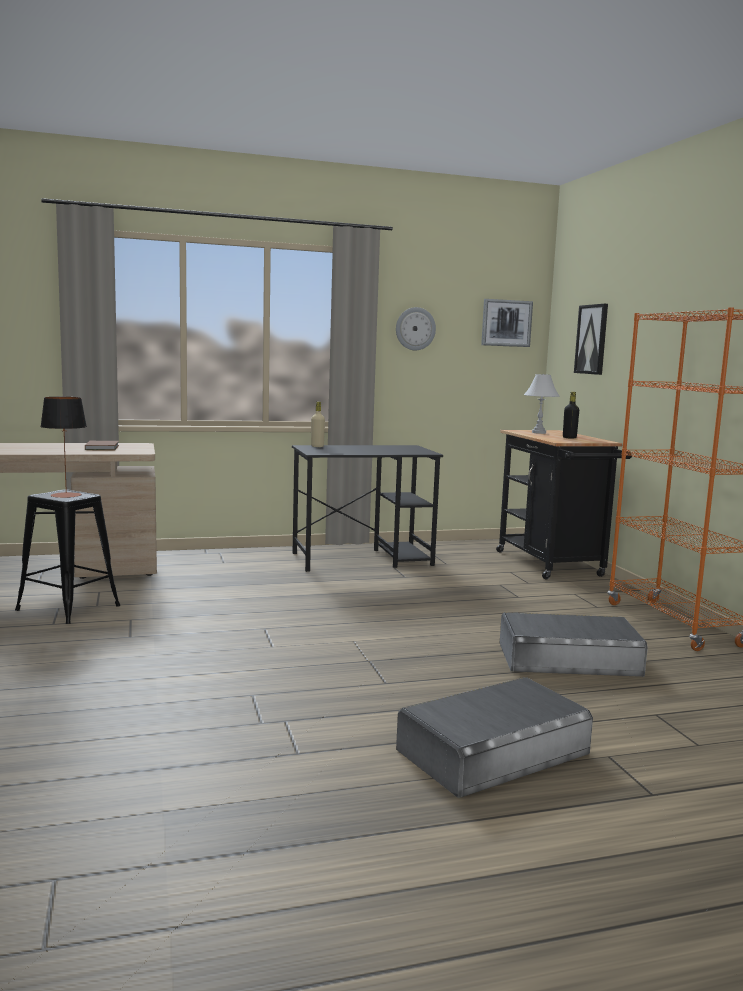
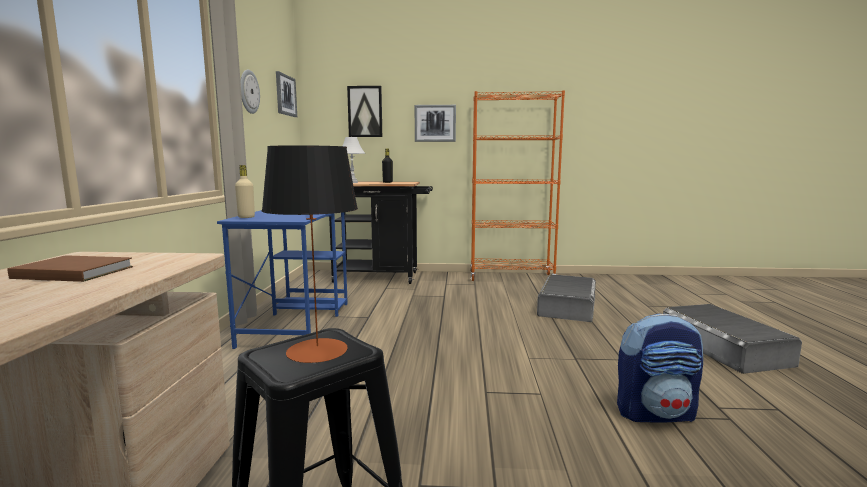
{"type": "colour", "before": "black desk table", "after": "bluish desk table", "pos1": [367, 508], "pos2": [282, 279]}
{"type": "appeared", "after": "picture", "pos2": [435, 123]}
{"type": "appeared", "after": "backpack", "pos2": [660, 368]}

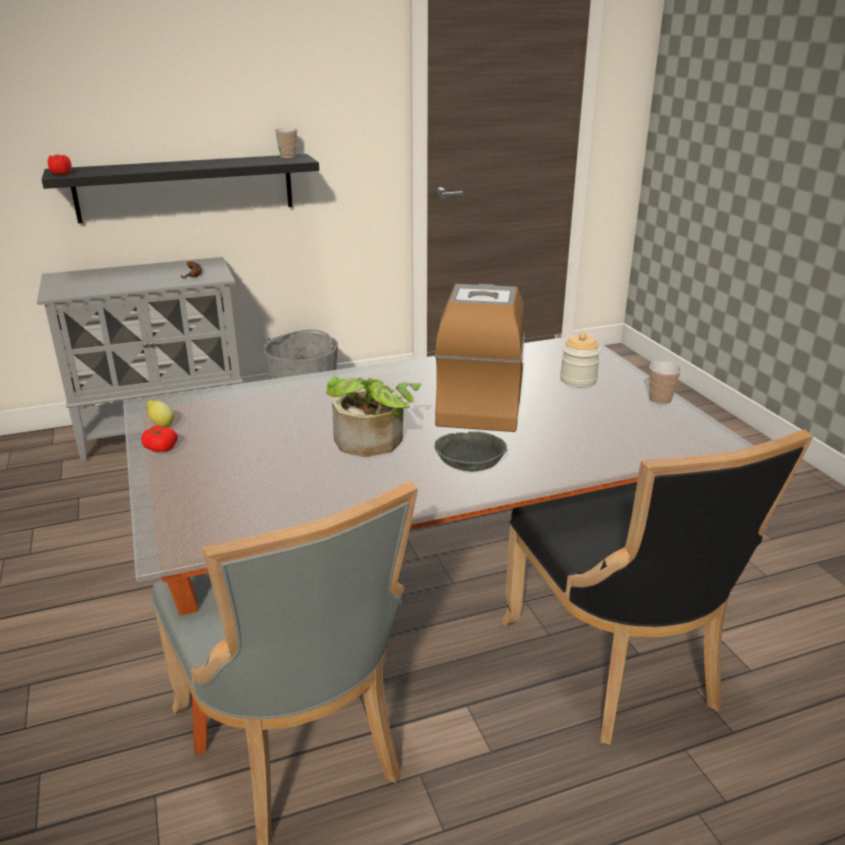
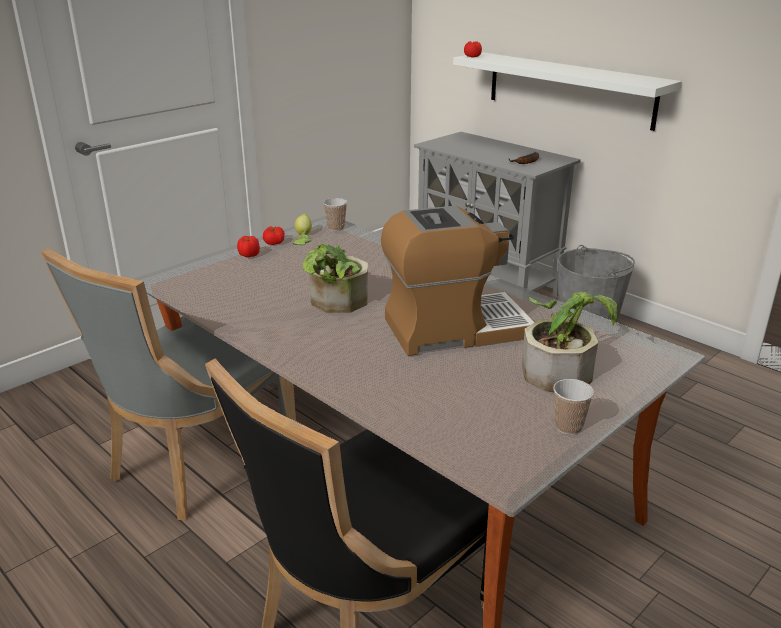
{"type": "appeared", "after": "fresh tomato", "pos2": [248, 246]}
{"type": "relocated", "before": "small cup", "pos1": [286, 143], "pos2": [335, 214]}
{"type": "colour", "before": "black shelf", "after": "whitish shelf", "pos1": [180, 188], "pos2": [567, 91]}
{"type": "exchanged", "before": "storage jar", "after": "potted plant", "pos1": [580, 360], "pos2": [570, 342]}
{"type": "missing", "before": "grey bowl", "pos1": [470, 451]}

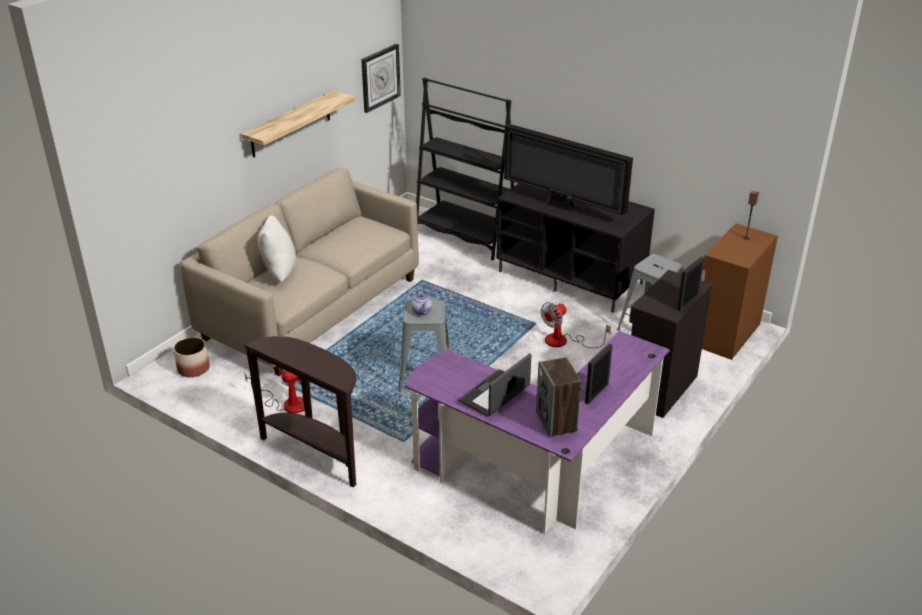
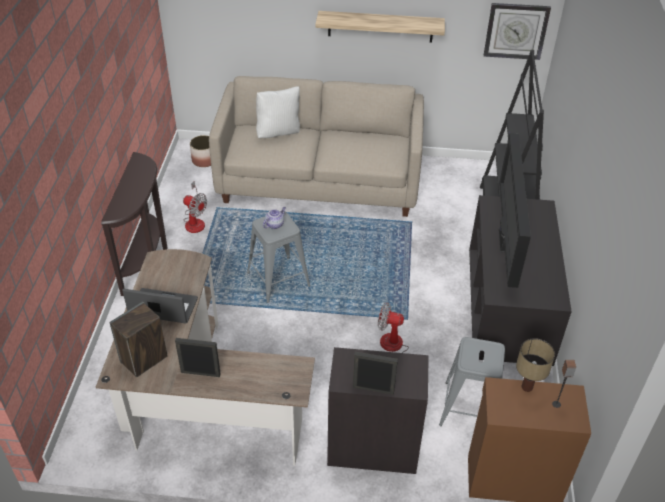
{"type": "colour", "before": "purplish desk table", "after": "brown desk table", "pos1": [537, 432], "pos2": [205, 357]}
{"type": "appeared", "after": "tabletop lamp", "pos2": [535, 365]}

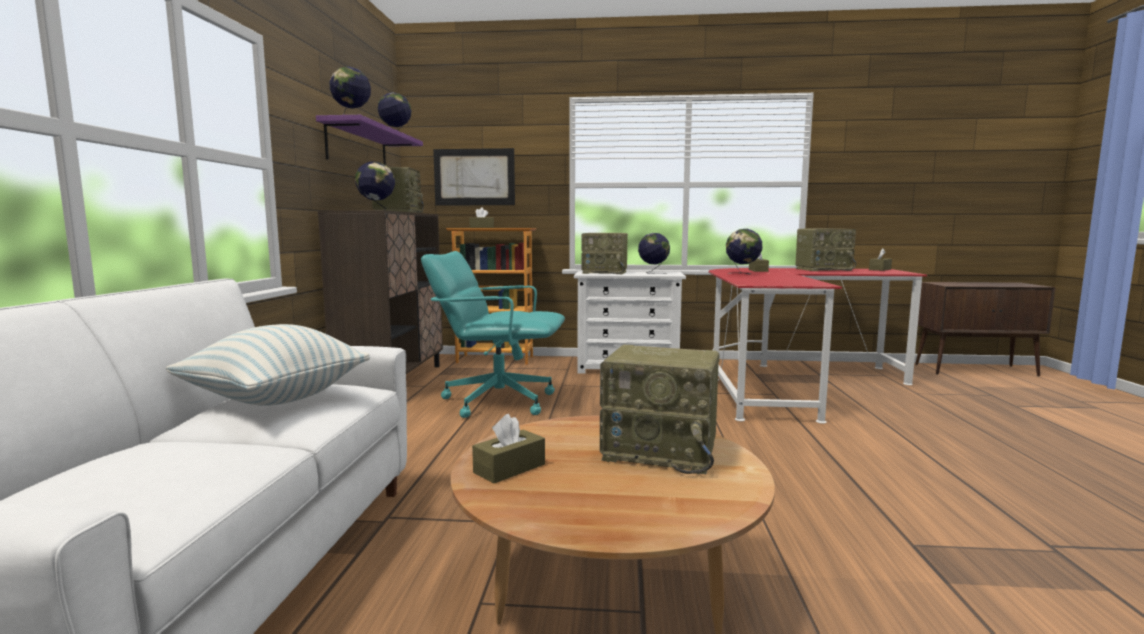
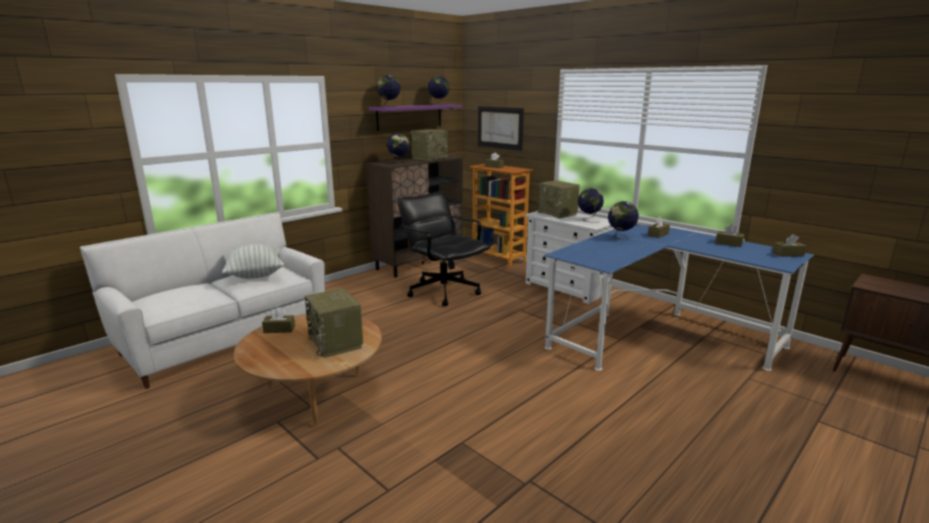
{"type": "colour", "before": "turquoise-coloured desk chair", "after": "black desk chair", "pos1": [493, 334], "pos2": [444, 248]}
{"type": "colour", "before": "red-coloured desk table", "after": "bluish desk table", "pos1": [818, 346], "pos2": [679, 298]}
{"type": "exchanged", "before": "radio receiver", "after": "brown tissue holder", "pos1": [825, 250], "pos2": [729, 235]}

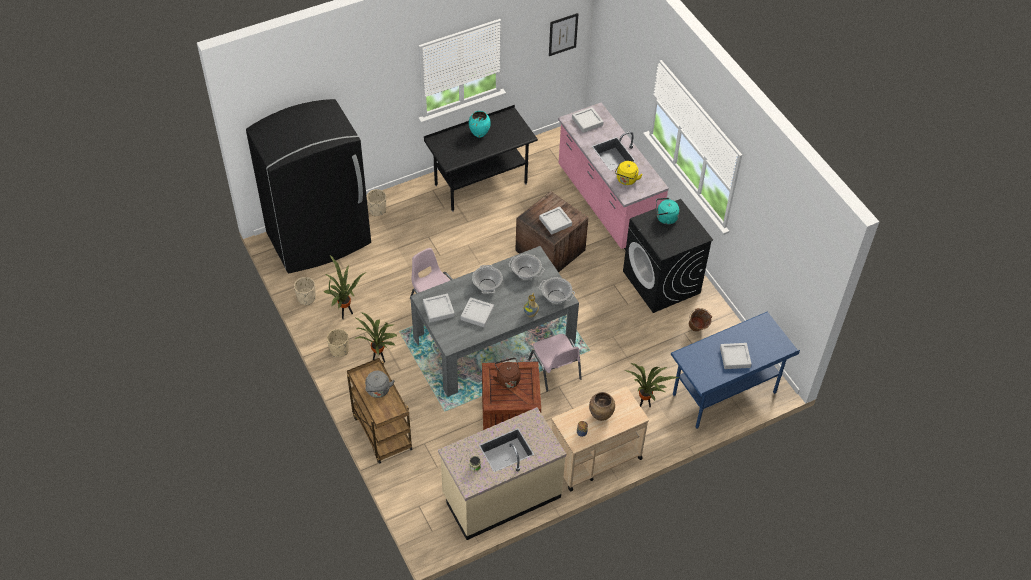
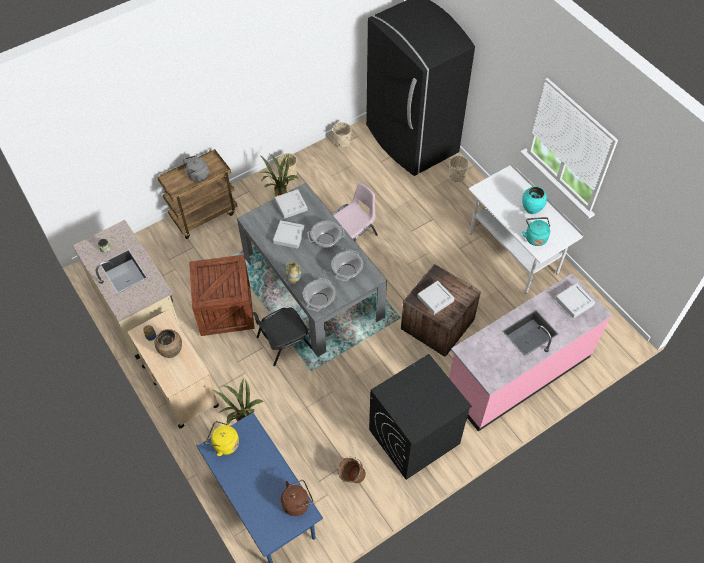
{"type": "relocated", "before": "yellowish kettle", "pos1": [629, 173], "pos2": [222, 438]}
{"type": "colour", "before": "pinkish plain chair", "after": "black plain chair", "pos1": [555, 362], "pos2": [282, 336]}
{"type": "relocated", "before": "brown kettle", "pos1": [507, 373], "pos2": [297, 498]}
{"type": "colour", "before": "black desk table", "after": "whitish desk table", "pos1": [481, 158], "pos2": [526, 228]}
{"type": "relocated", "before": "turquoise-coloured kettle", "pos1": [667, 211], "pos2": [536, 231]}
{"type": "missing", "before": "potted plant", "pos1": [345, 287]}
{"type": "missing", "before": "picture", "pos1": [564, 34]}
{"type": "missing", "before": "grey serving tray", "pos1": [736, 356]}

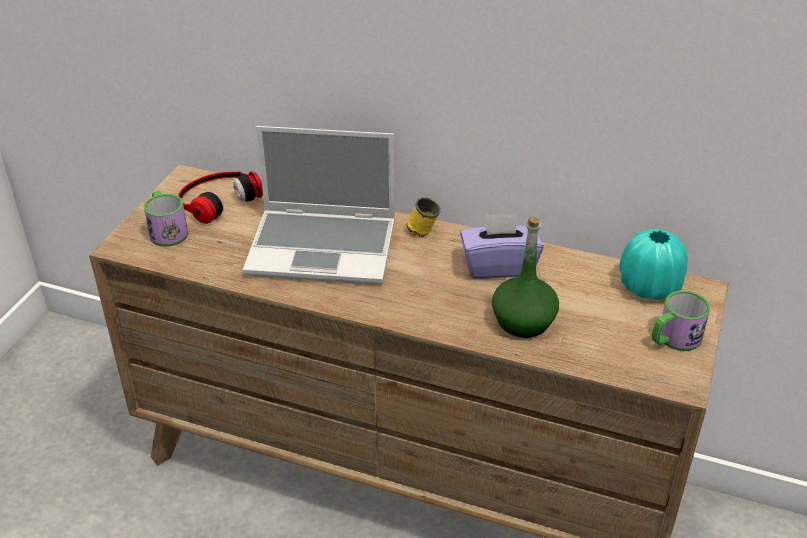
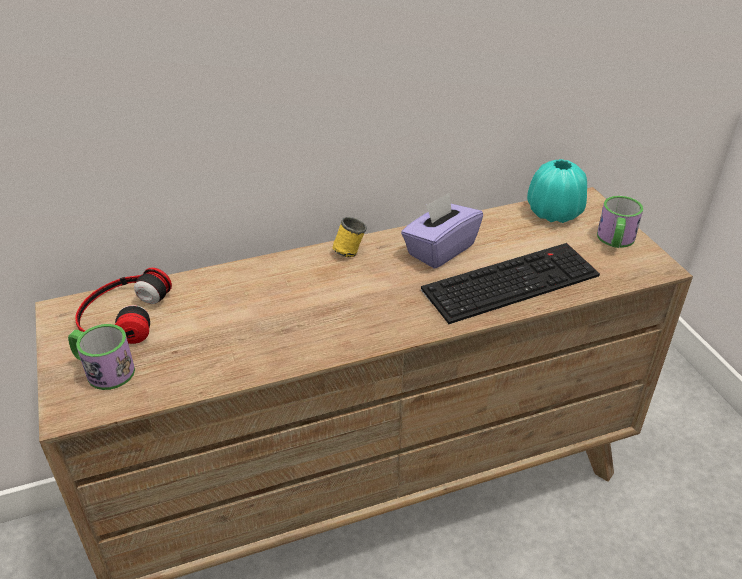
{"type": "exchanged", "before": "greenish beverage bottle", "after": "computer keyboard", "pos1": [525, 277], "pos2": [510, 283]}
{"type": "missing", "before": "laptop", "pos1": [319, 205]}

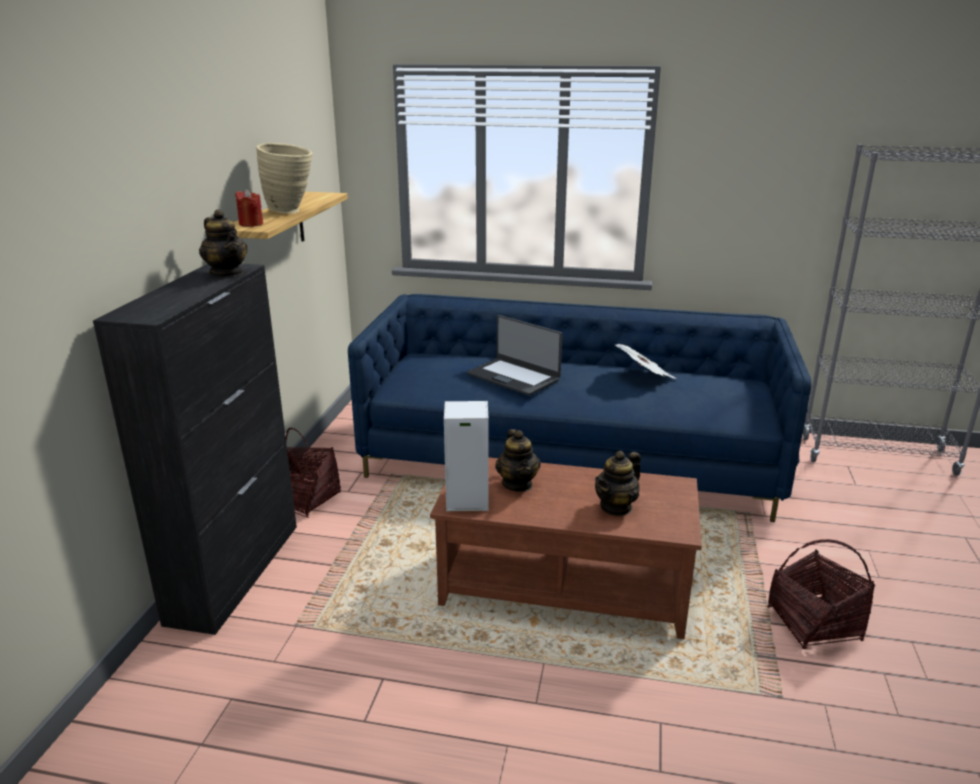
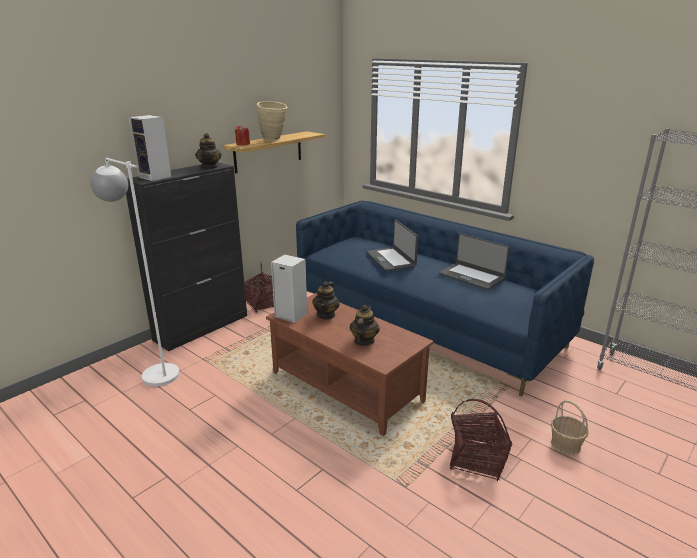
{"type": "appeared", "after": "whitish floor lamp", "pos2": [135, 272]}
{"type": "appeared", "after": "speaker", "pos2": [150, 148]}
{"type": "spun", "before": "pot for tea", "pos1": [618, 483], "pos2": [365, 325], "turn": 120}
{"type": "exchanged", "before": "newspaper", "after": "laptop", "pos1": [646, 361], "pos2": [474, 261]}
{"type": "appeared", "after": "storage basket", "pos2": [570, 427]}

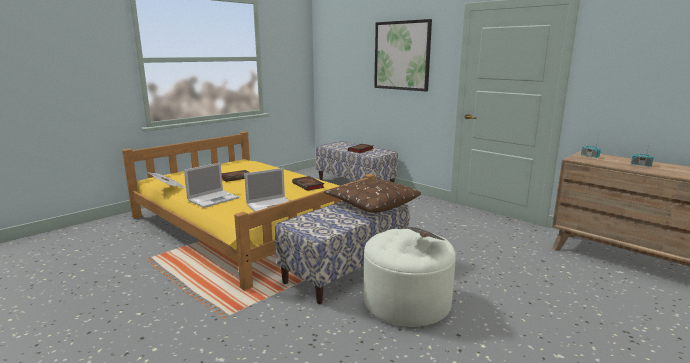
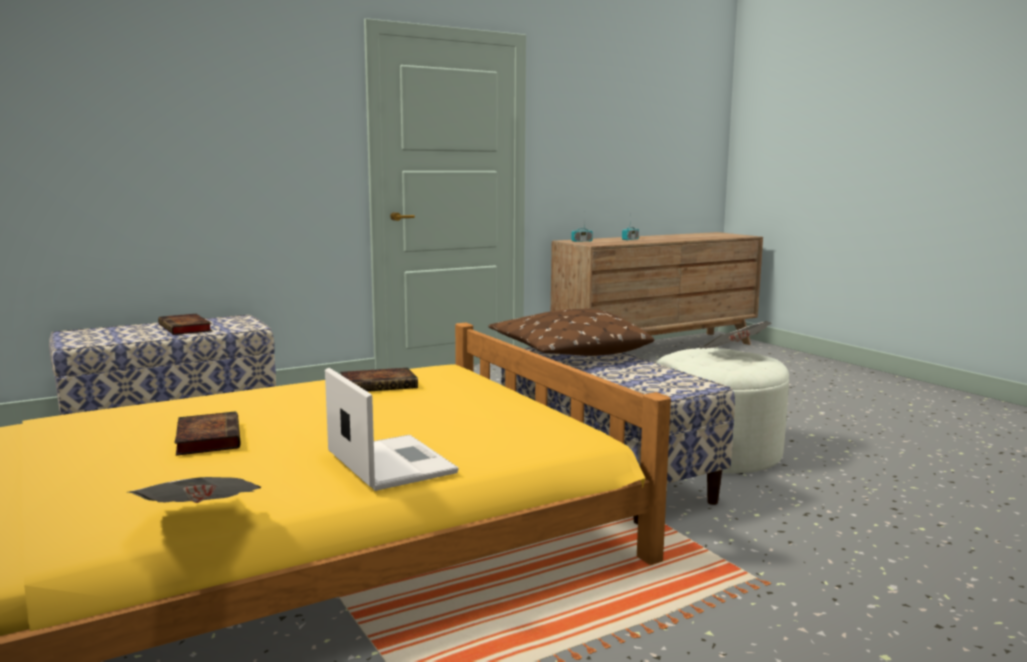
{"type": "missing", "before": "laptop", "pos1": [267, 190]}
{"type": "missing", "before": "picture", "pos1": [403, 55]}

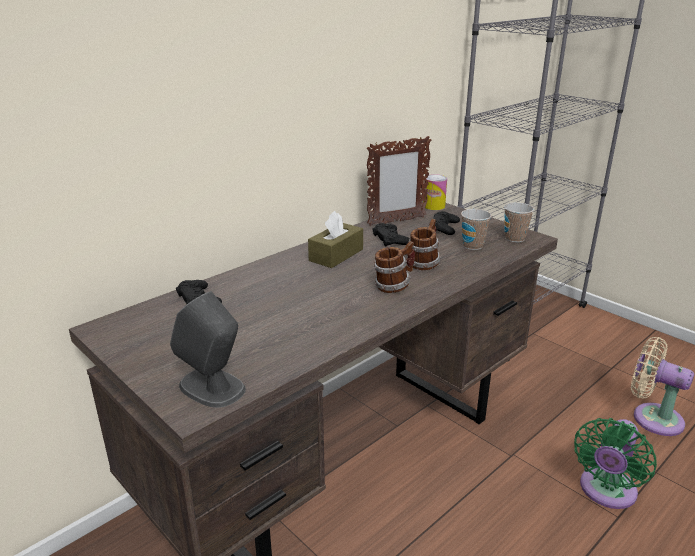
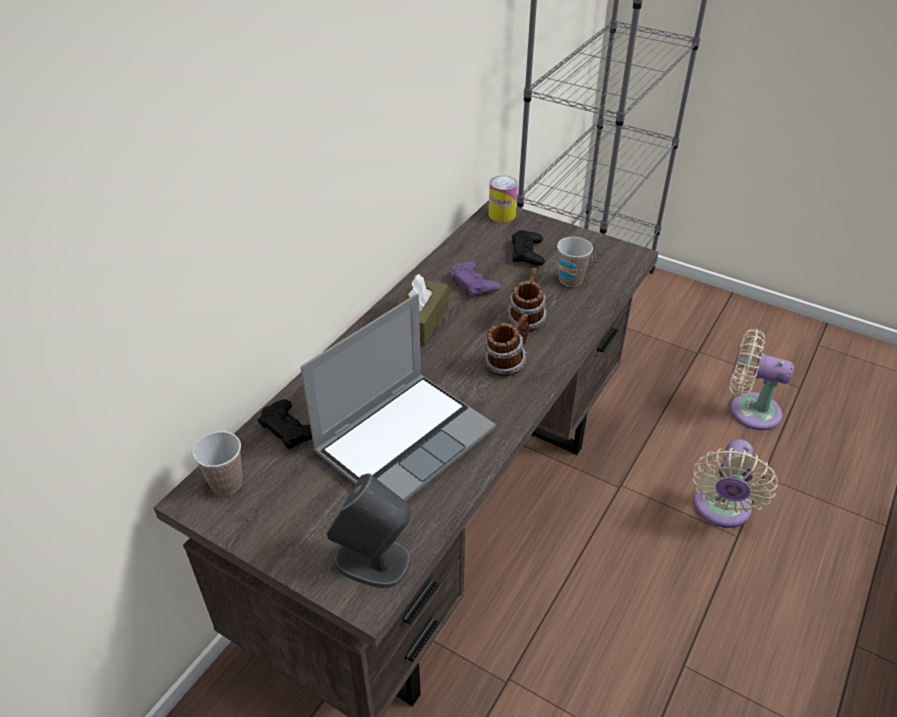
{"type": "relocated", "before": "small cup", "pos1": [519, 222], "pos2": [218, 463]}
{"type": "appeared", "after": "laptop", "pos2": [398, 397]}
{"type": "colour", "before": "black joypad", "after": "purplish joypad", "pos1": [391, 235], "pos2": [475, 279]}
{"type": "colour", "before": "greenish fan", "after": "beige-coloured fan", "pos1": [615, 463], "pos2": [735, 483]}
{"type": "missing", "before": "photo frame", "pos1": [399, 181]}

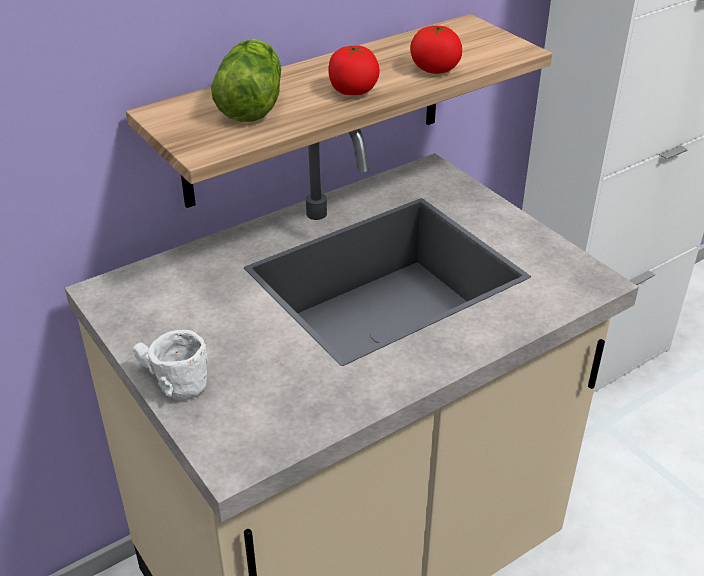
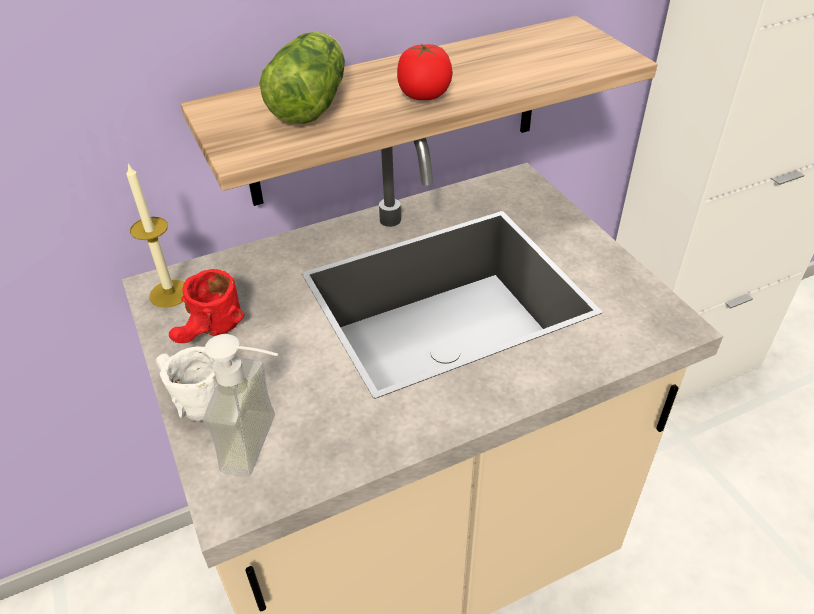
{"type": "appeared", "after": "wax light", "pos2": [155, 235]}
{"type": "appeared", "after": "red-coloured coffee mug", "pos2": [206, 306]}
{"type": "appeared", "after": "soap bottle", "pos2": [240, 405]}
{"type": "missing", "before": "fresh tomato", "pos1": [436, 49]}

